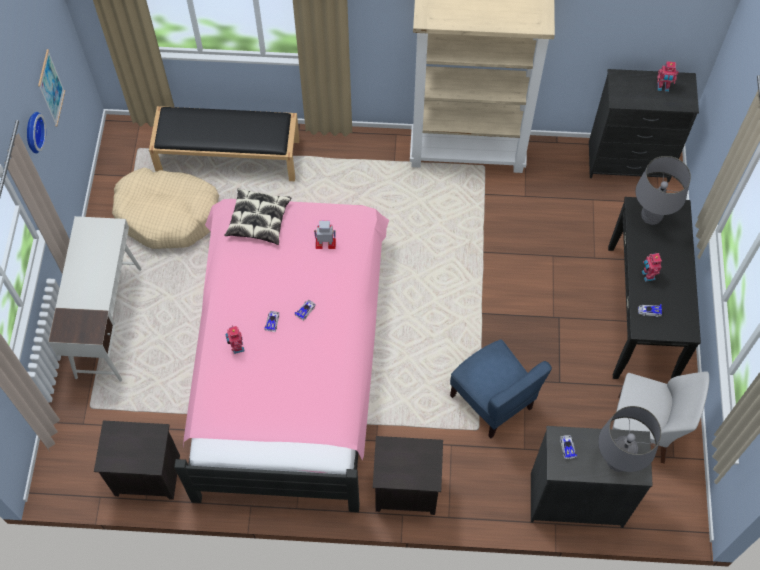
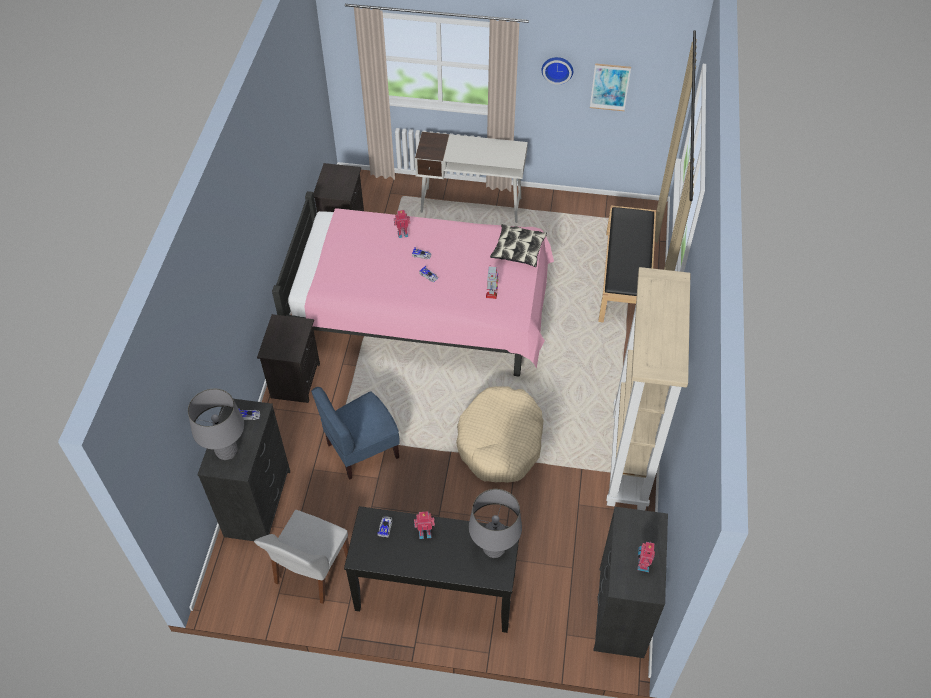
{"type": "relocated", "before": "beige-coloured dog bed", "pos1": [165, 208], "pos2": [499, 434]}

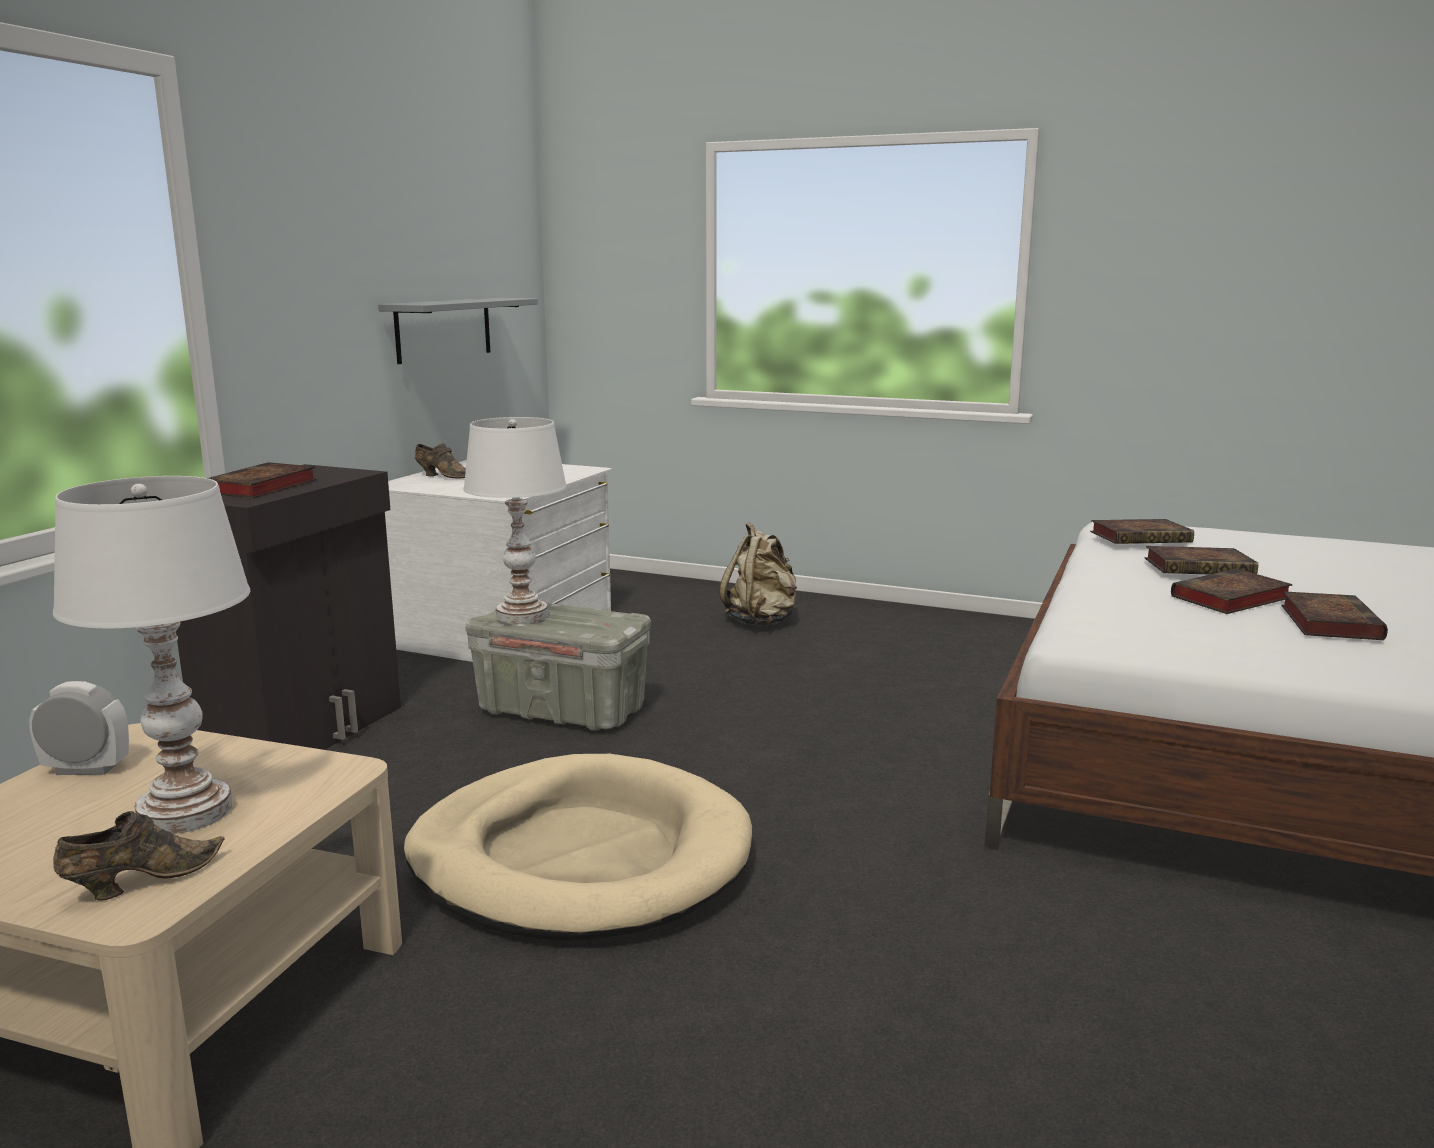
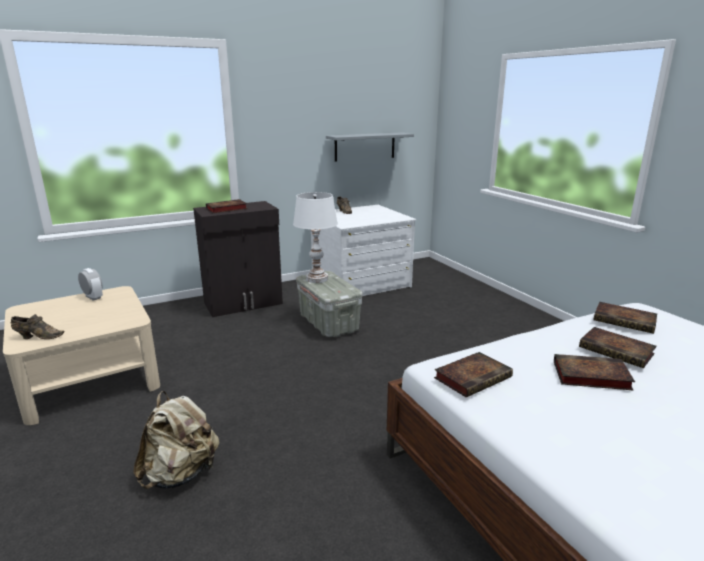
{"type": "relocated", "before": "beige-coloured backpack", "pos1": [758, 573], "pos2": [176, 440]}
{"type": "relocated", "before": "book", "pos1": [1334, 615], "pos2": [473, 374]}
{"type": "missing", "before": "whitish tabletop lamp", "pos1": [151, 655]}
{"type": "missing", "before": "beige-coloured dog bed", "pos1": [578, 847]}

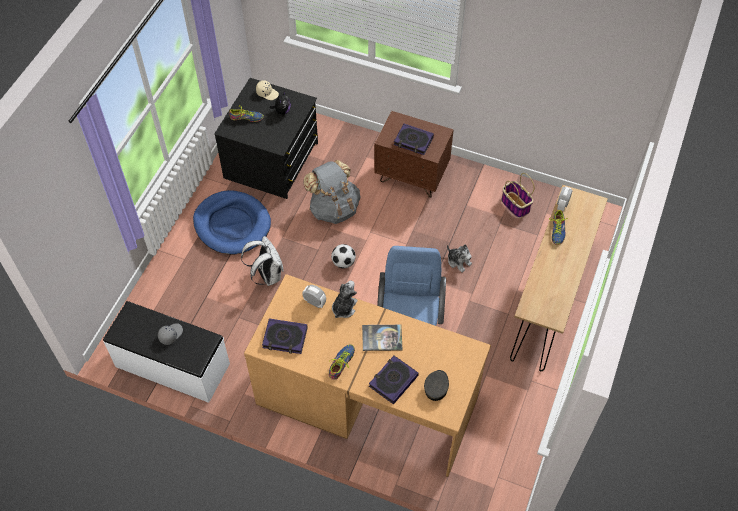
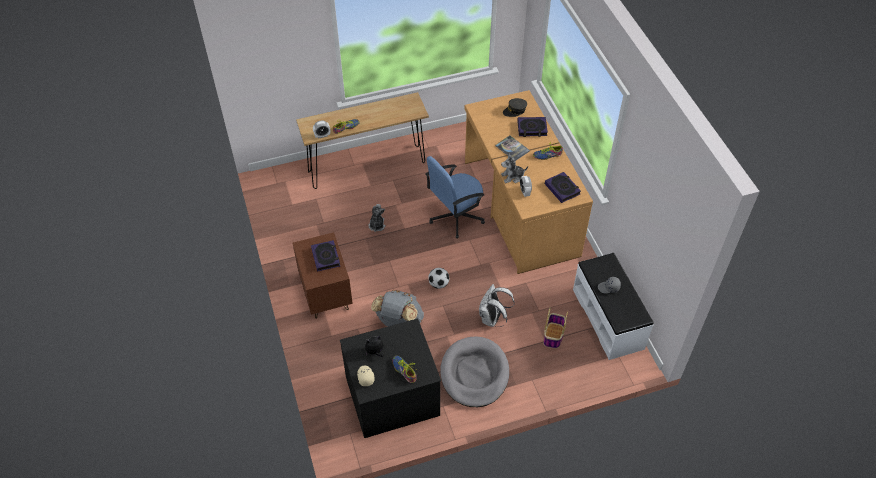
{"type": "colour", "before": "bluish dog bed", "after": "grey dog bed", "pos1": [232, 222], "pos2": [474, 371]}
{"type": "relocated", "before": "storage basket", "pos1": [517, 195], "pos2": [555, 327]}

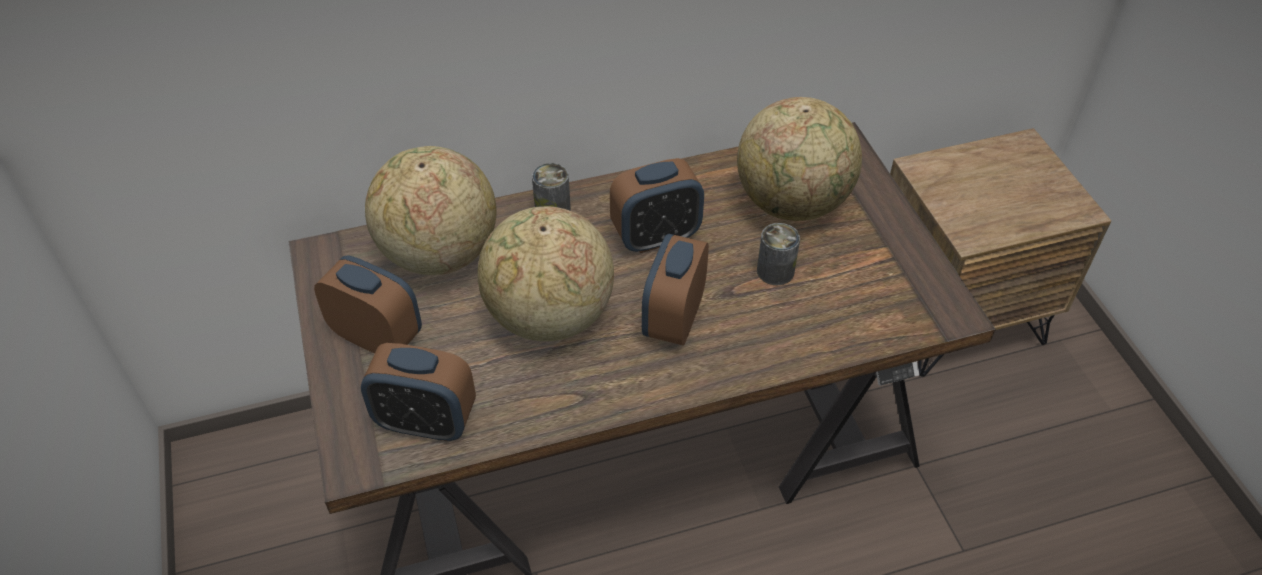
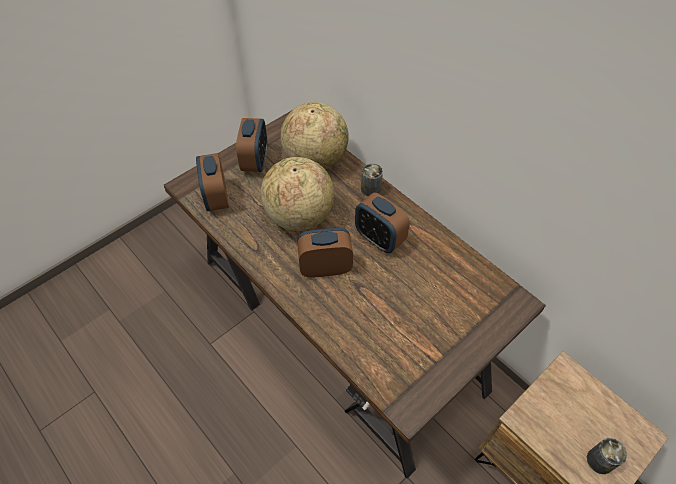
{"type": "relocated", "before": "metal can", "pos1": [778, 254], "pos2": [607, 456]}
{"type": "missing", "before": "world globe", "pos1": [799, 159]}

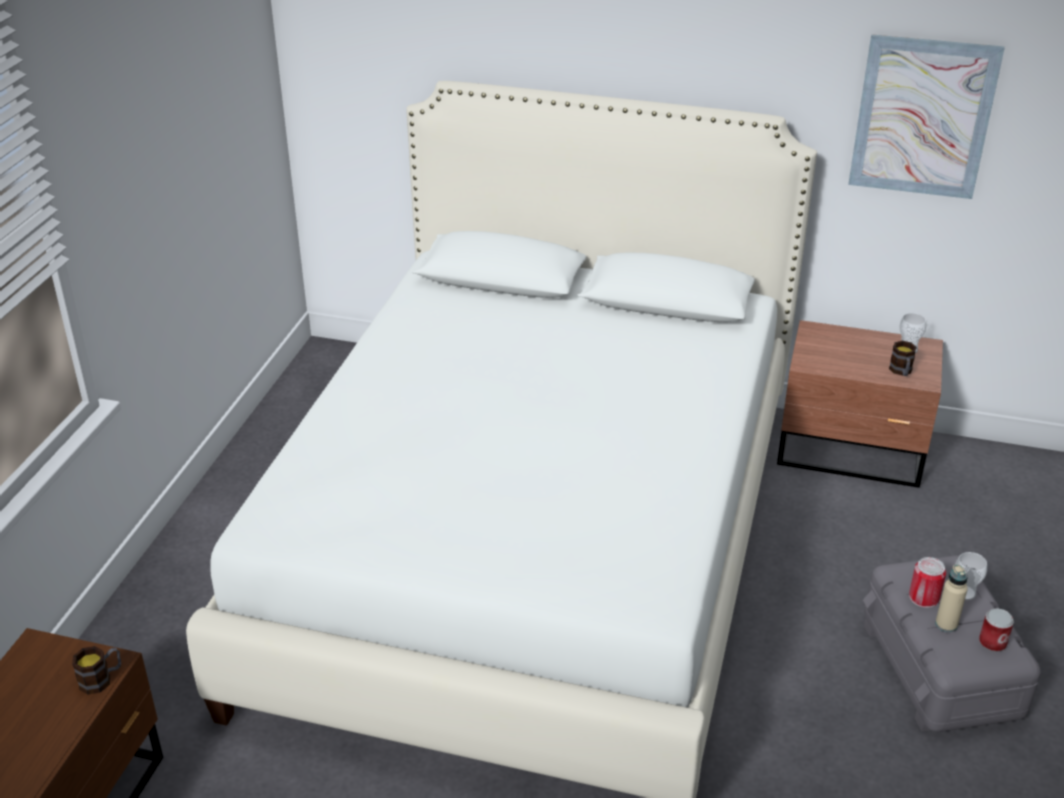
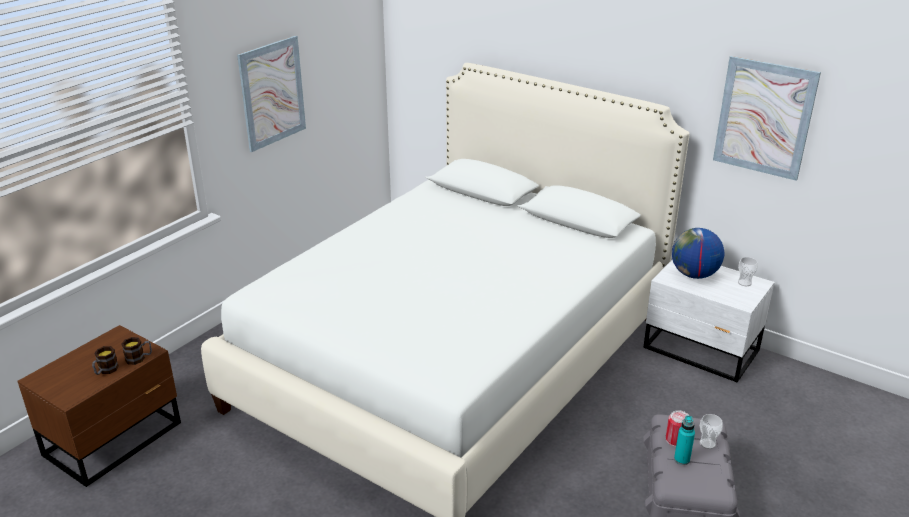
{"type": "relocated", "before": "coffee mug", "pos1": [903, 358], "pos2": [105, 360]}
{"type": "appeared", "after": "picture", "pos2": [271, 94]}
{"type": "colour", "before": "brown bedside table", "after": "whitish bedside table", "pos1": [860, 404], "pos2": [709, 321]}
{"type": "appeared", "after": "world globe", "pos2": [698, 253]}
{"type": "colour", "before": "beige-coloured beverage bottle", "after": "turquoise-coloured beverage bottle", "pos1": [951, 598], "pos2": [684, 440]}
{"type": "missing", "before": "metal can", "pos1": [996, 630]}

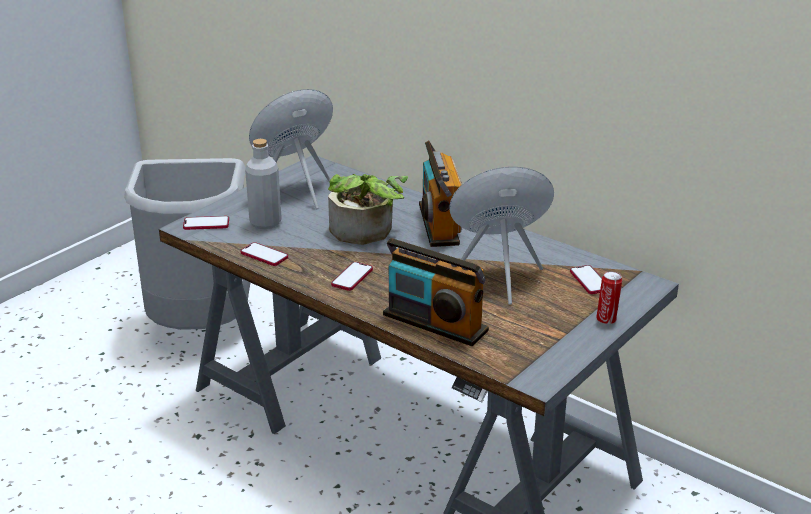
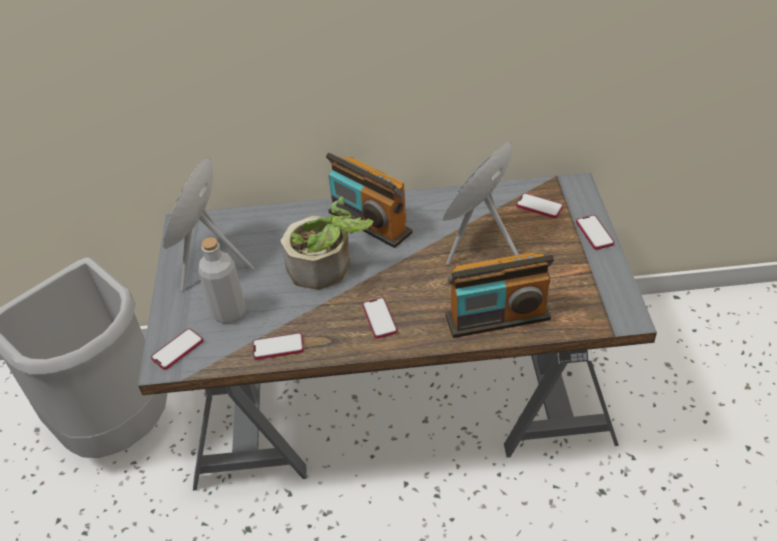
{"type": "exchanged", "before": "metal can", "after": "telephone", "pos1": [609, 298], "pos2": [595, 232]}

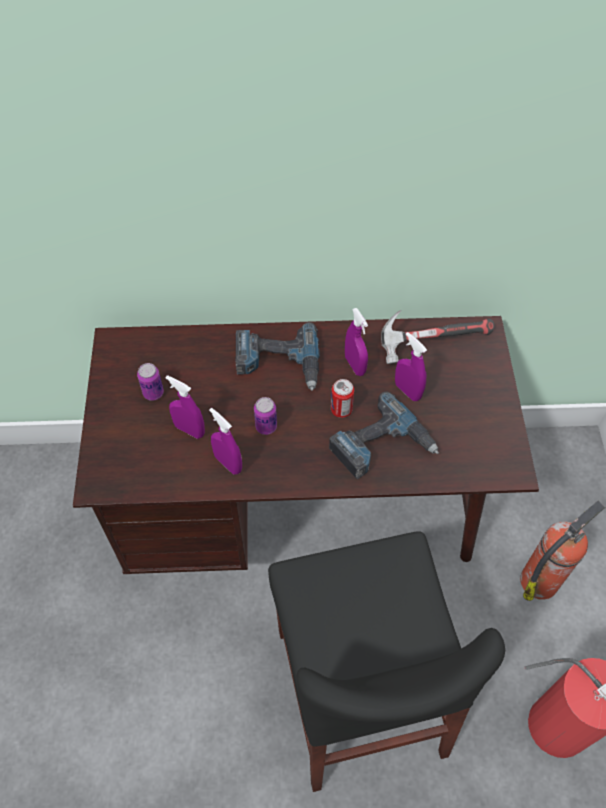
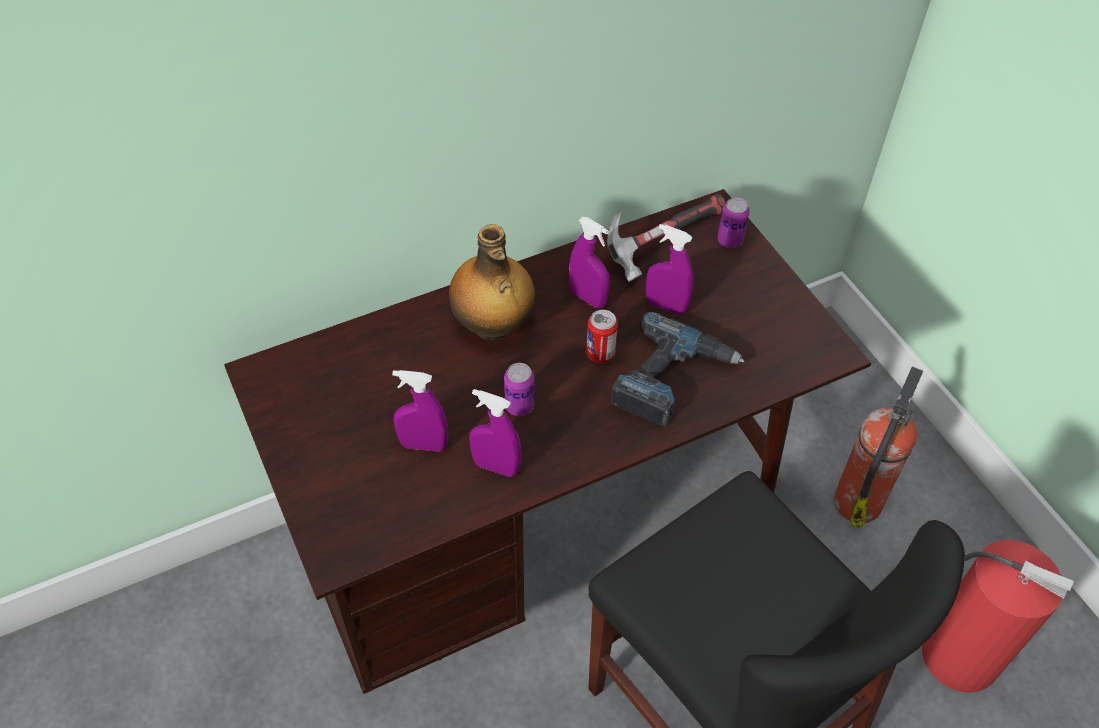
{"type": "exchanged", "before": "drill", "after": "beverage bottle", "pos1": [278, 356], "pos2": [492, 282]}
{"type": "relocated", "before": "metal can", "pos1": [150, 382], "pos2": [734, 223]}

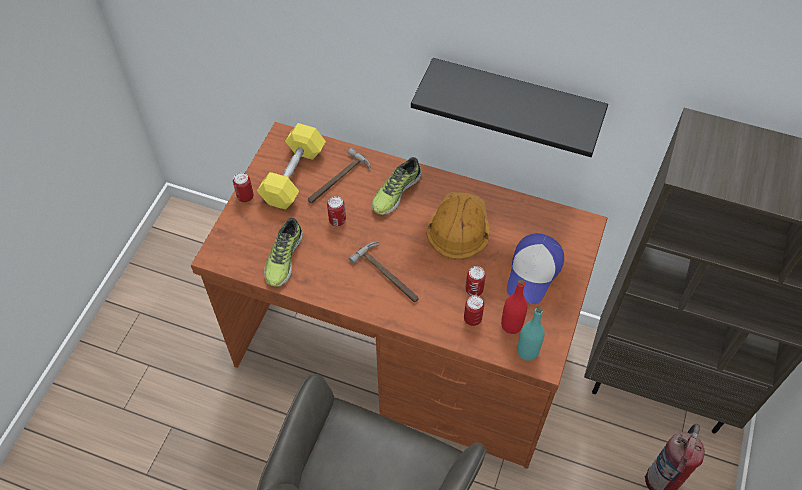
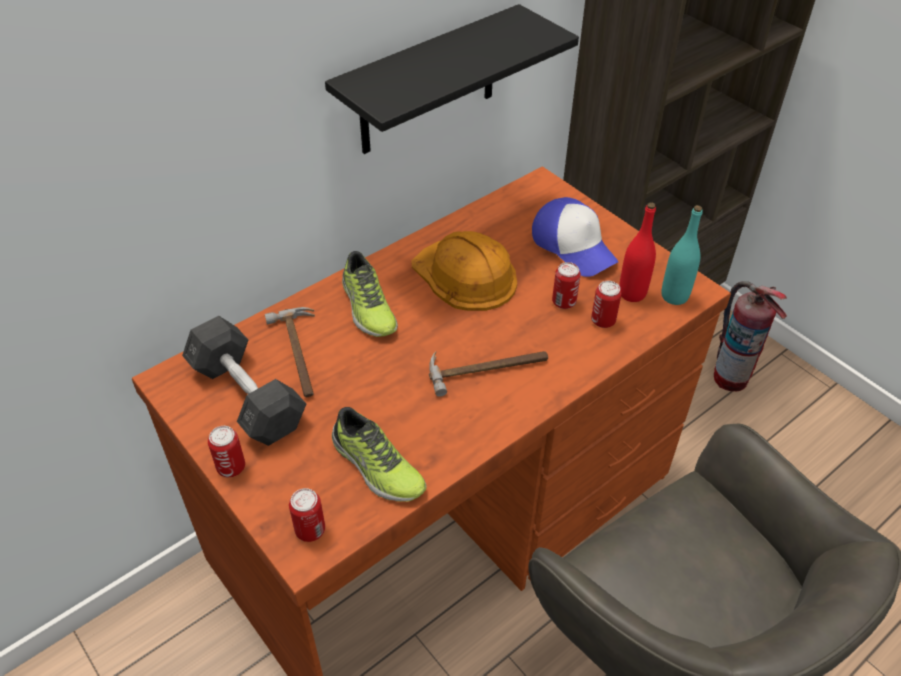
{"type": "colour", "before": "yellowish hand weight", "after": "grey hand weight", "pos1": [291, 166], "pos2": [244, 381]}
{"type": "relocated", "before": "metal can", "pos1": [336, 211], "pos2": [307, 515]}

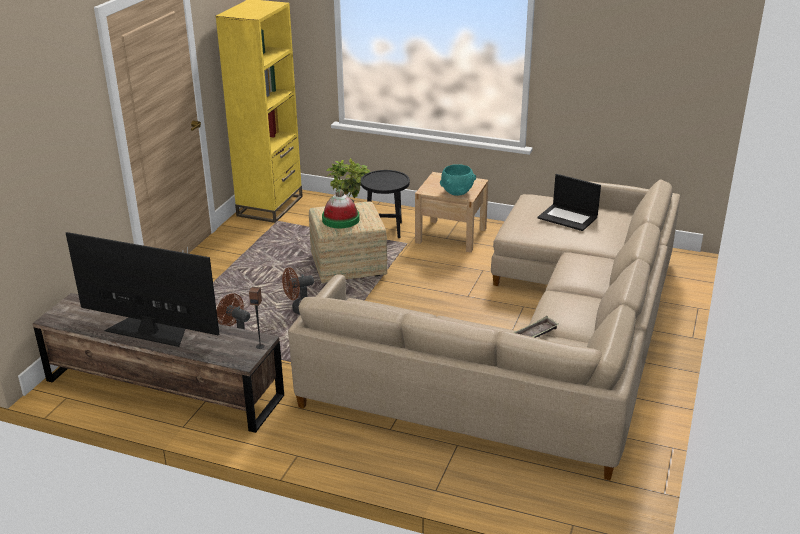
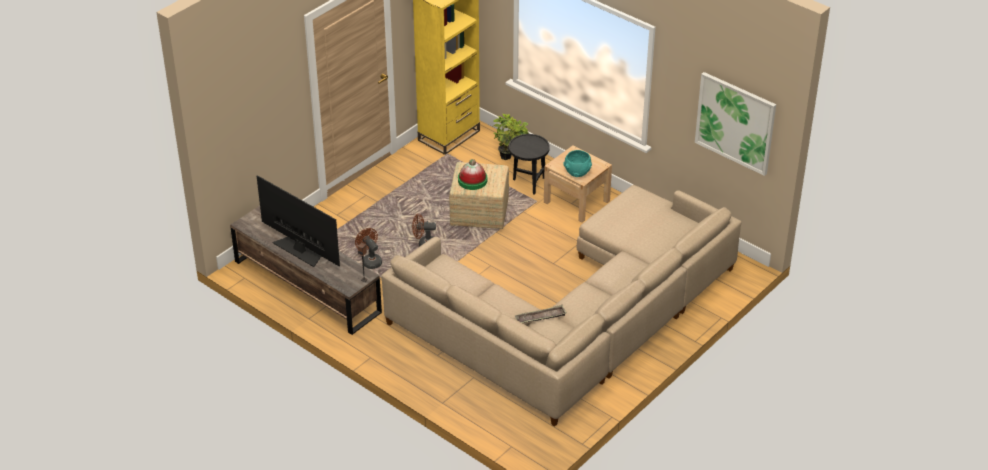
{"type": "appeared", "after": "picture", "pos2": [735, 124]}
{"type": "missing", "before": "laptop", "pos1": [569, 202]}

